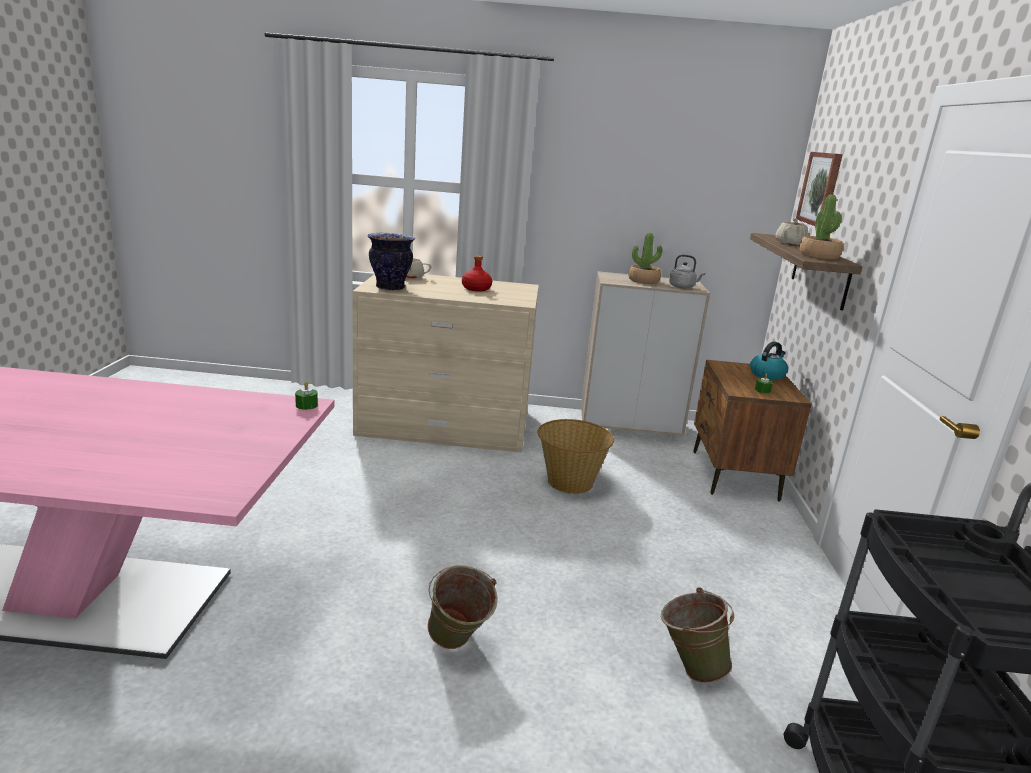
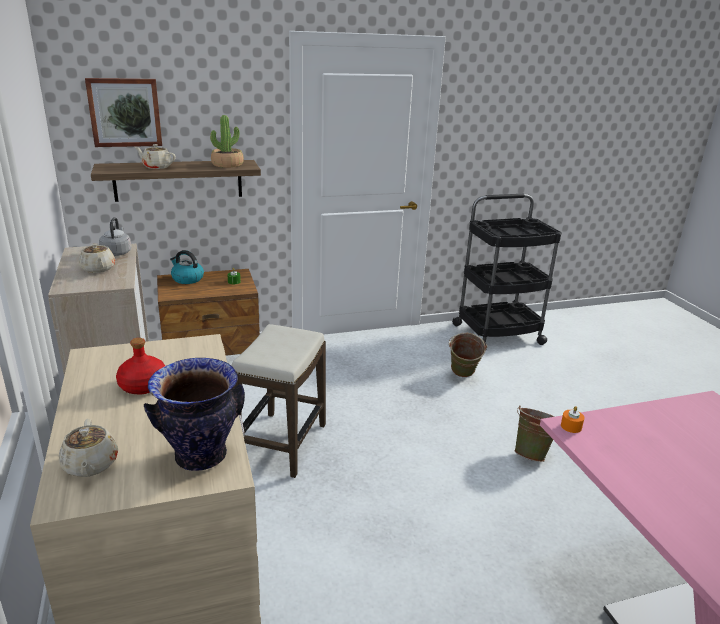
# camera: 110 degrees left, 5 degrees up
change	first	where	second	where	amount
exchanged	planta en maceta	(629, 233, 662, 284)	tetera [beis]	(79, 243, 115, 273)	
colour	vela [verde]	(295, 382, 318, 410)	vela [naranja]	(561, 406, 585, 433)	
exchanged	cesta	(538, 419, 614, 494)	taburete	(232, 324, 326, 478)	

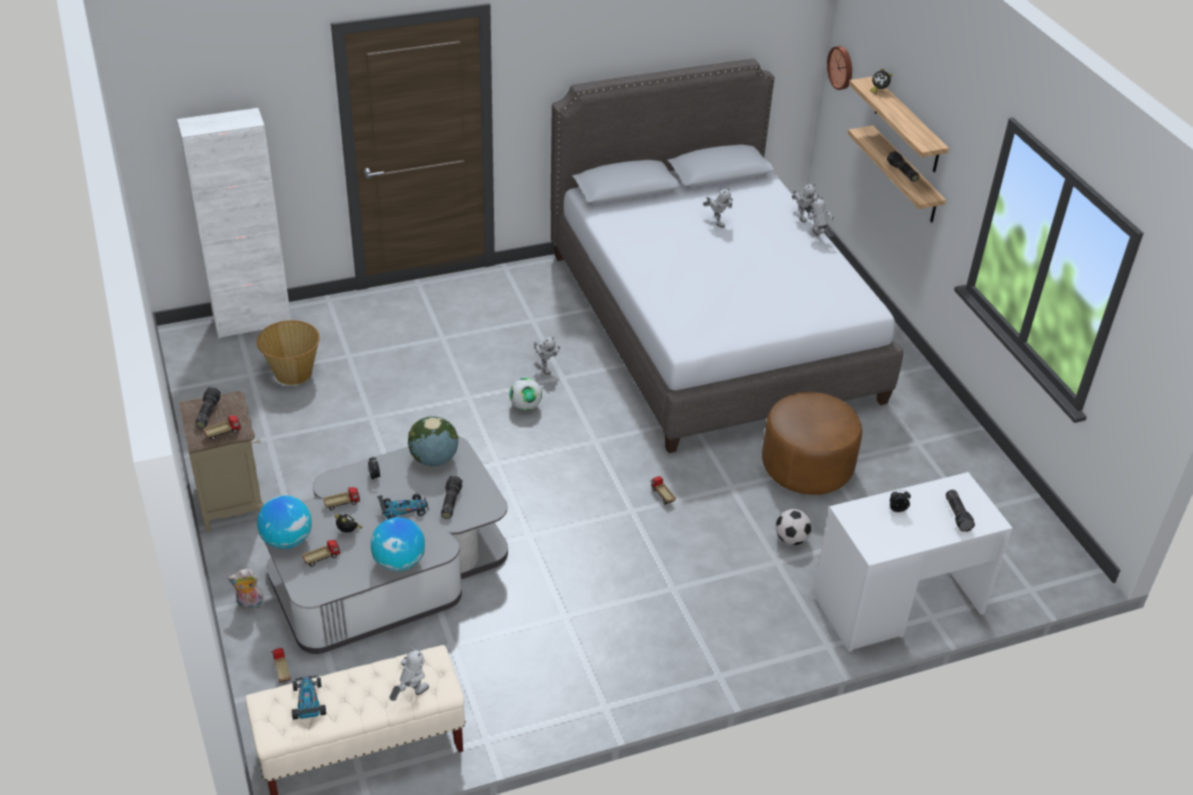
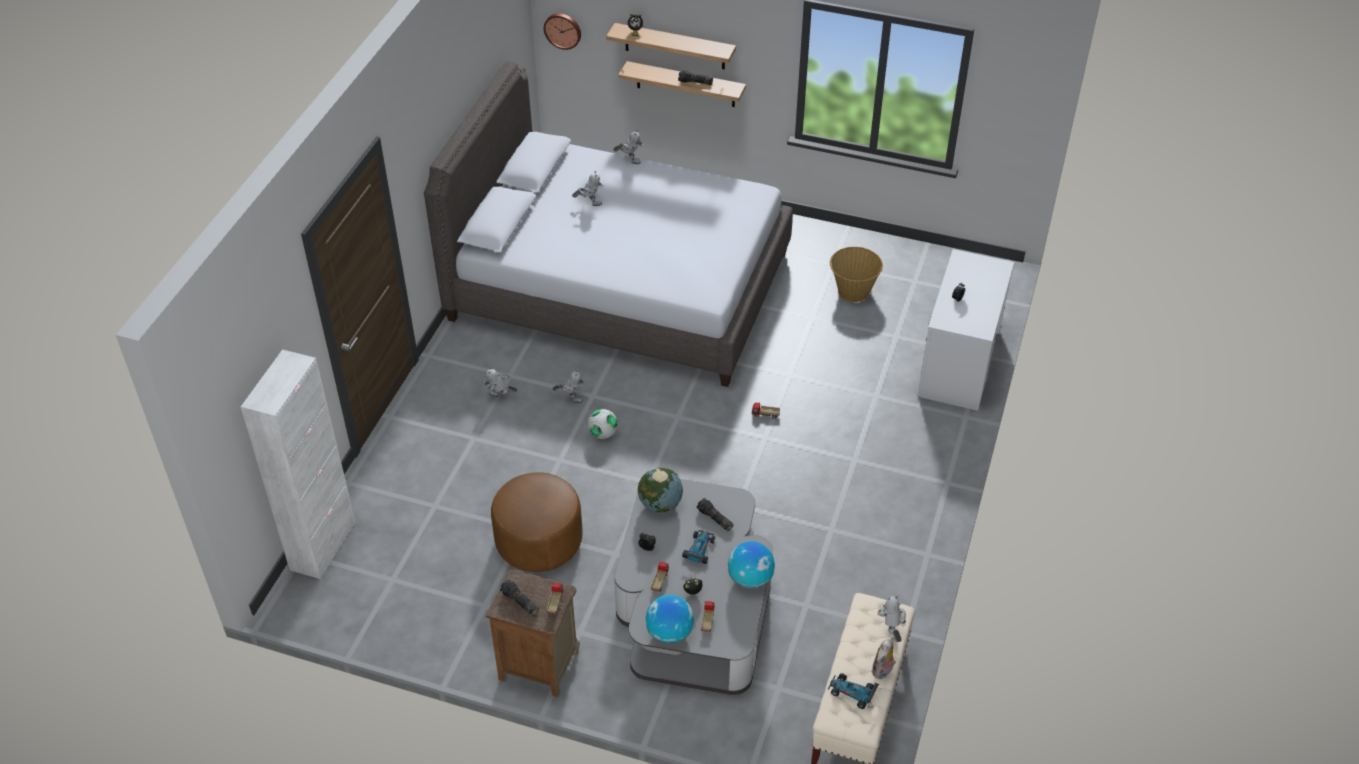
# camera: 50 degrees left, 5 degrees up
change	first	where	second	where	amount
relocated	robot de juguete	(807, 196, 835, 237)		(484, 367, 517, 397)	
relocated	cesta	(257, 320, 320, 385)		(830, 247, 883, 302)	
relocated	puf [marrón]	(762, 392, 862, 495)		(491, 472, 583, 572)	
missing	linterna	(946, 490, 975, 532)			
missing	balón de fútbol	(776, 509, 812, 545)			
relocated	peluche	(228, 569, 265, 610)		(871, 639, 896, 679)	
missing	camión de juguete	(271, 648, 291, 683)			

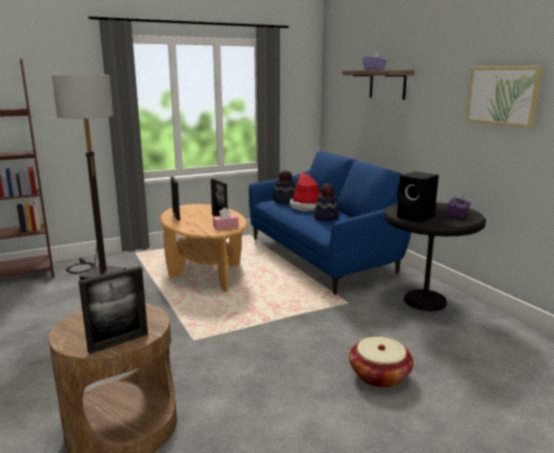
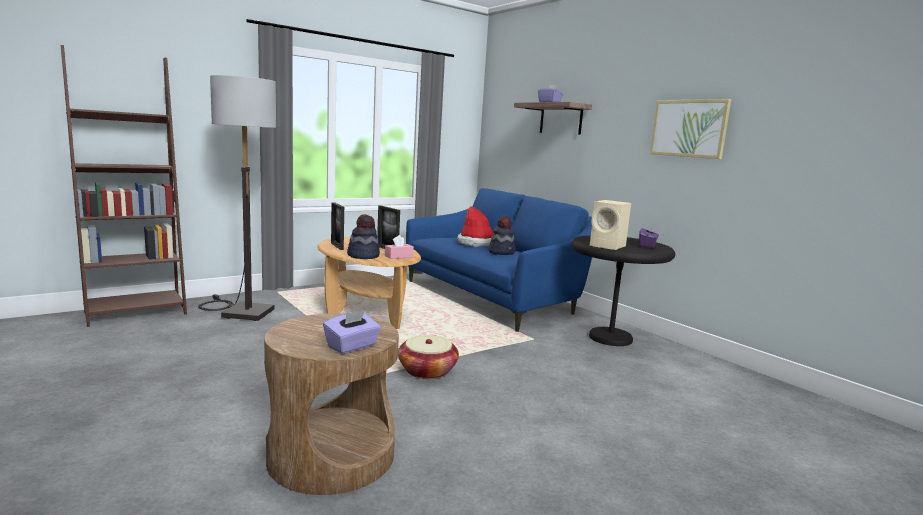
# camera: 10 degrees left, 5 degrees down
change	first	where	second	where	amount
relocated	sombrero	(273, 170, 295, 203)		(347, 214, 380, 259)	
colour	altavoz [negro]	(397, 171, 439, 222)	altavoz [beis]	(590, 200, 631, 250)	
exchanged	portarretratos	(79, 266, 148, 354)	caja de pañuelos [morado]	(323, 309, 381, 354)	
relocated	cesta	(349, 337, 413, 388)		(398, 335, 459, 379)	

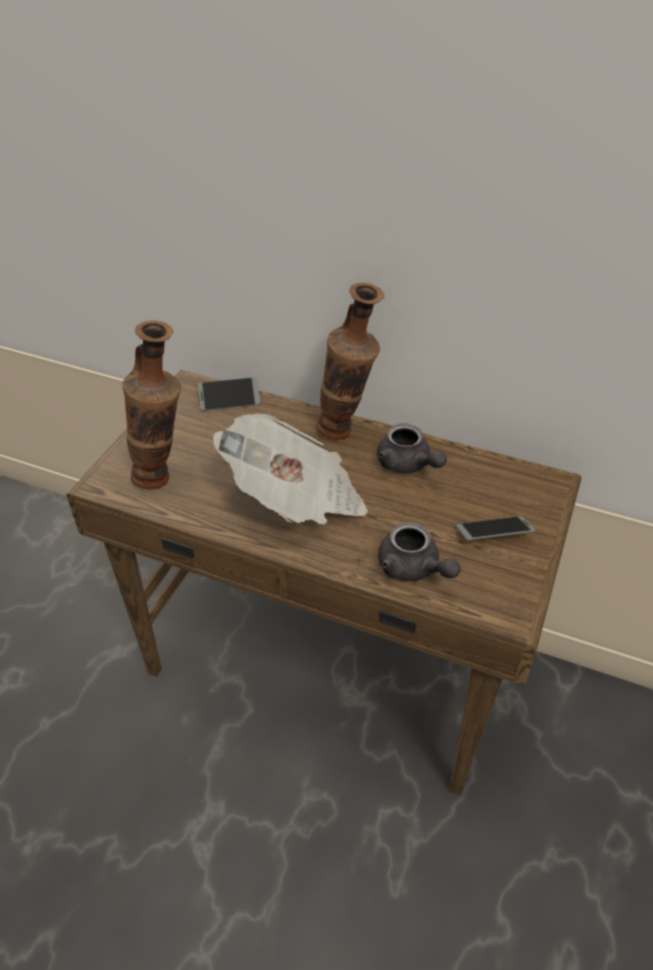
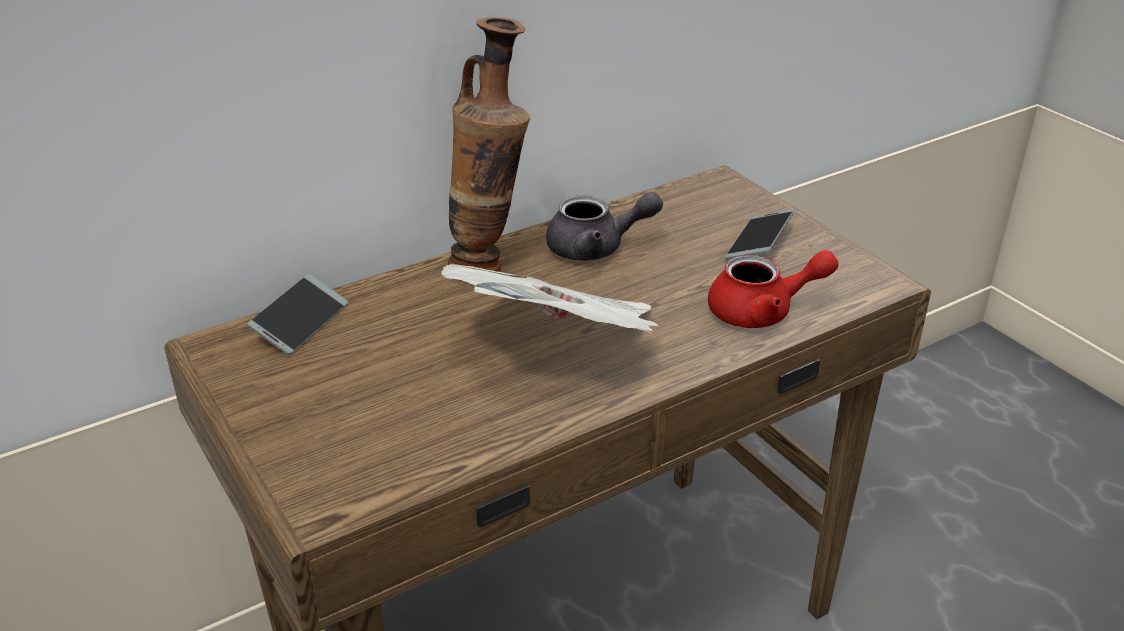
# camera: 55 degrees left, 10 degrees down
change	first	where	second	where	amount
missing	florero	(122, 321, 181, 490)			
colour	tetera [gris]	(378, 522, 461, 581)	tetera [rojo]	(708, 250, 839, 328)	

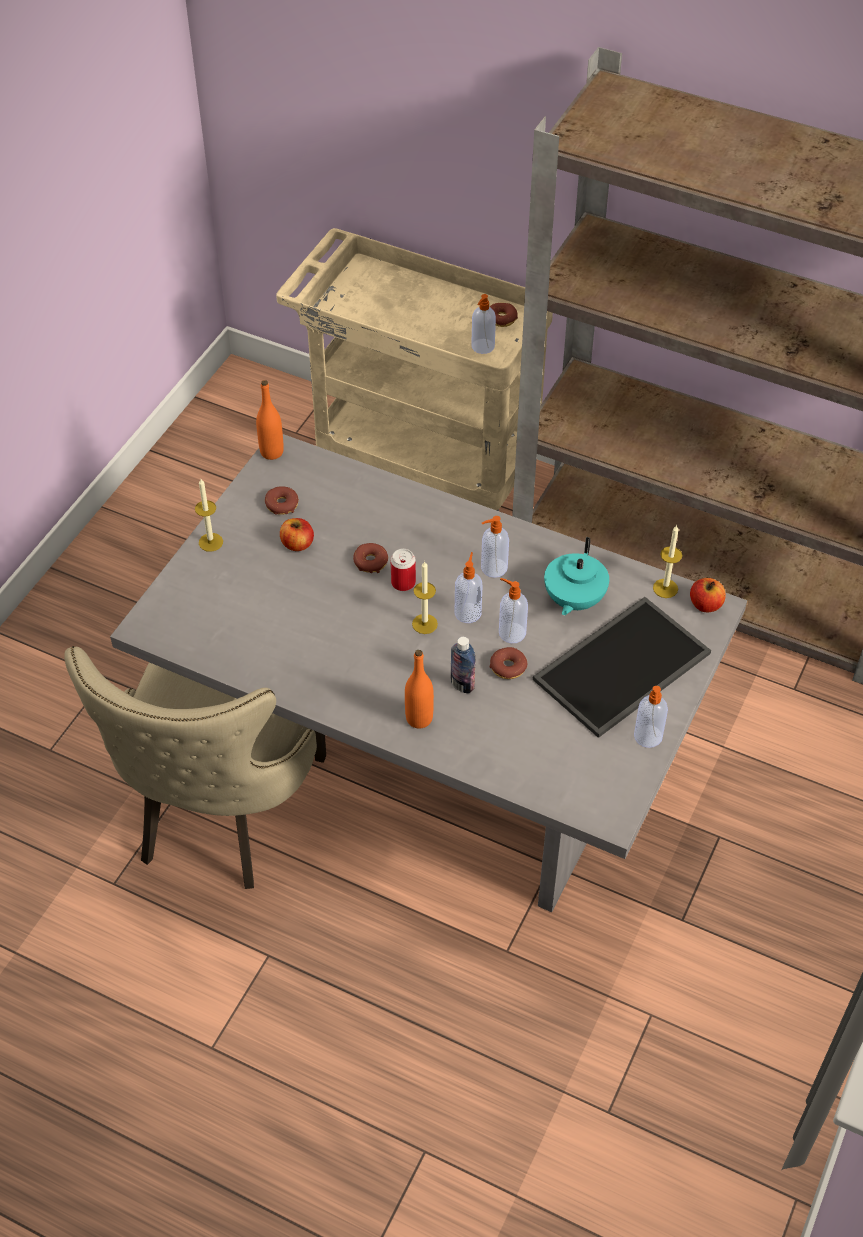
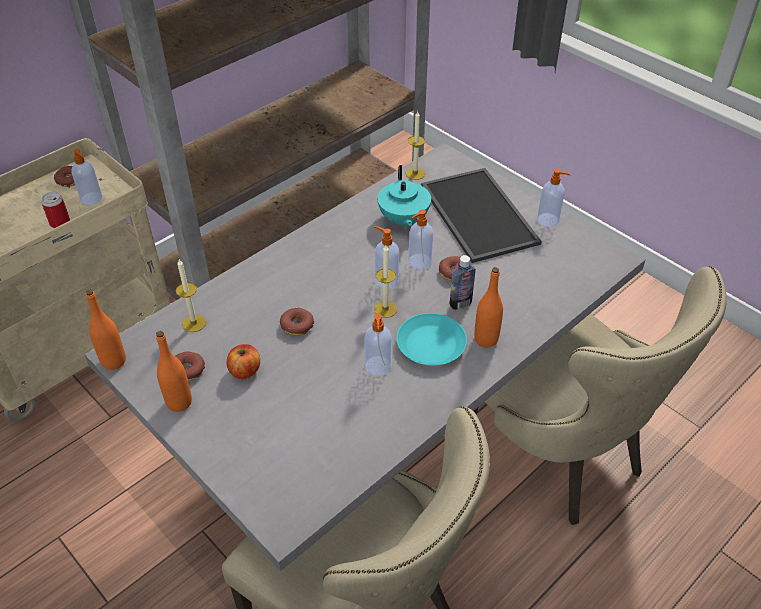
# camera: 70 degrees left, 5 degrees down
change	first	where	second	where	amount
relocated	vela	(195, 479, 223, 552)		(176, 259, 206, 332)	
relocated	dispensador de jabón	(481, 516, 509, 578)		(364, 314, 392, 376)	
spun	tetera [turquesa]	(544, 537, 609, 616)		(378, 165, 431, 229)	45 degrees clockwise
relocated	lata	(391, 549, 416, 591)		(41, 192, 70, 228)	
missing	manzana	(690, 578, 726, 612)			
appeared			silla [beis]	(474, 266, 727, 525)	
appeared			plato [turquesa]	(397, 313, 467, 366)	
appeared			botella [naranja]	(156, 331, 192, 412)	

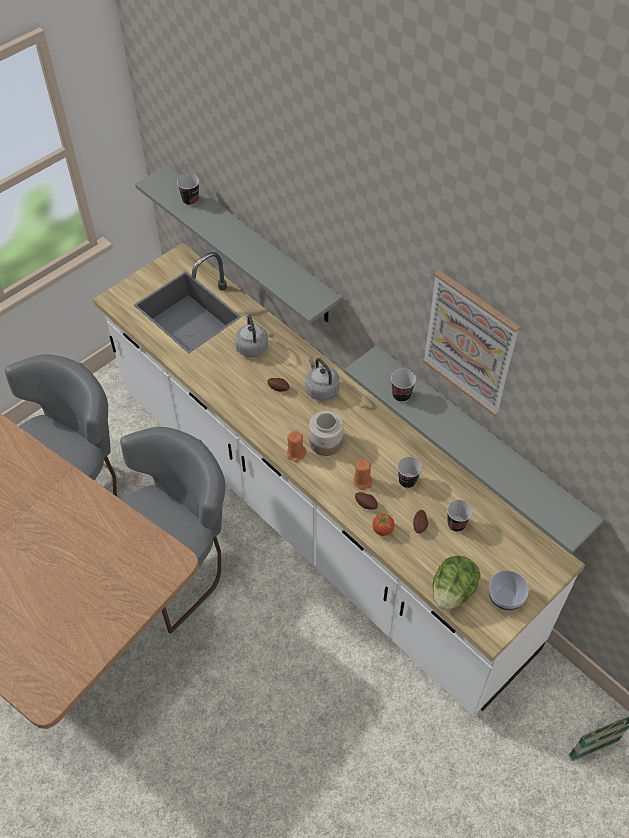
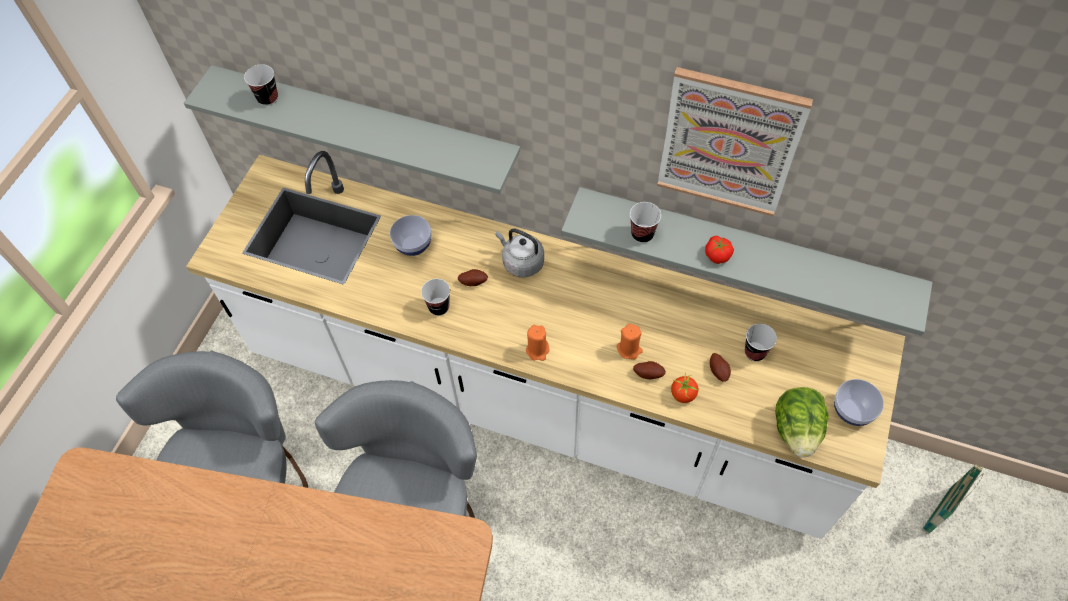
# camera: 25 degrees left, 5 degrees up
change	first	where	second	where	amount
exchanged	hervidor [gris]	(235, 314, 268, 357)	cuenco	(390, 215, 432, 256)	
missing	tarro	(309, 411, 343, 456)			
relocated	taza	(397, 456, 422, 488)		(421, 279, 450, 316)	
appeared			tomate	(705, 236, 734, 264)	

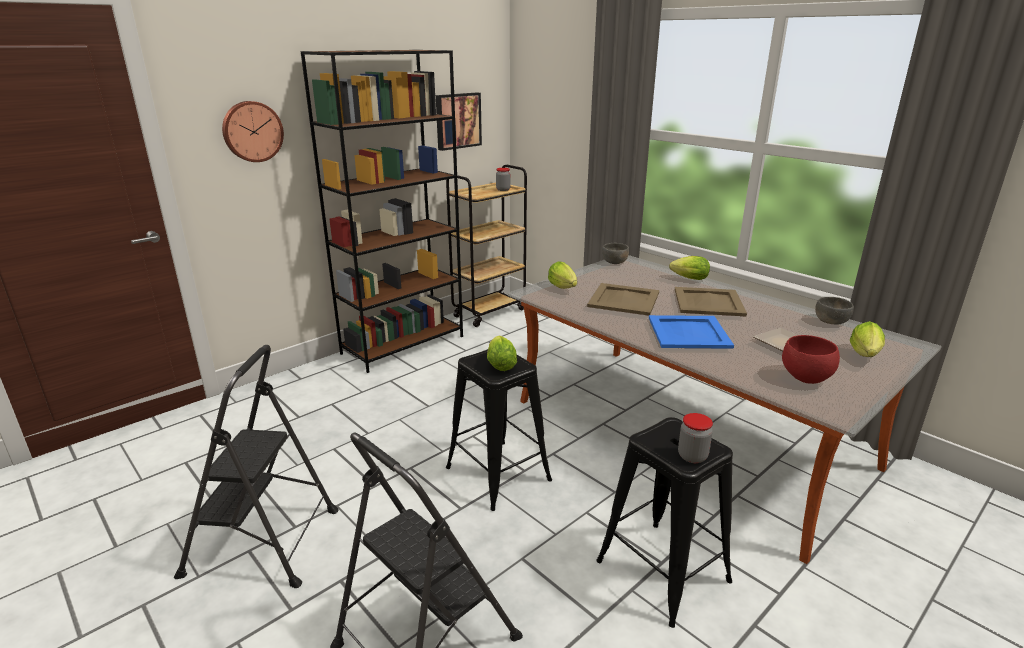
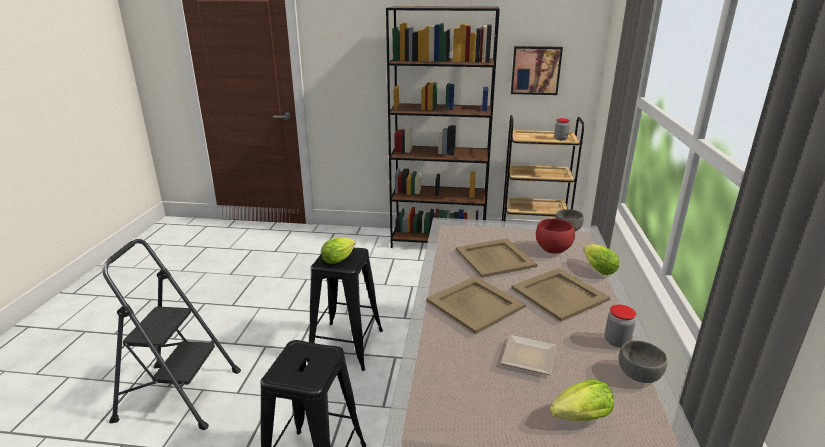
# camera: 50 degrees right, 0 degrees up
change	first	where	second	where	amount
missing	reloj de pared	(222, 101, 284, 162)			
missing	lechuga	(548, 261, 577, 289)			
colour	bandeja [azul]	(649, 315, 734, 349)	bandeja [beis]	(426, 276, 526, 334)	
relocated	cuenco [rojo]	(782, 335, 840, 384)		(536, 219, 575, 254)	
missing	escalera de tijera [negro]	(174, 345, 339, 588)			
relocated	tarro	(678, 413, 713, 463)		(605, 305, 636, 347)	

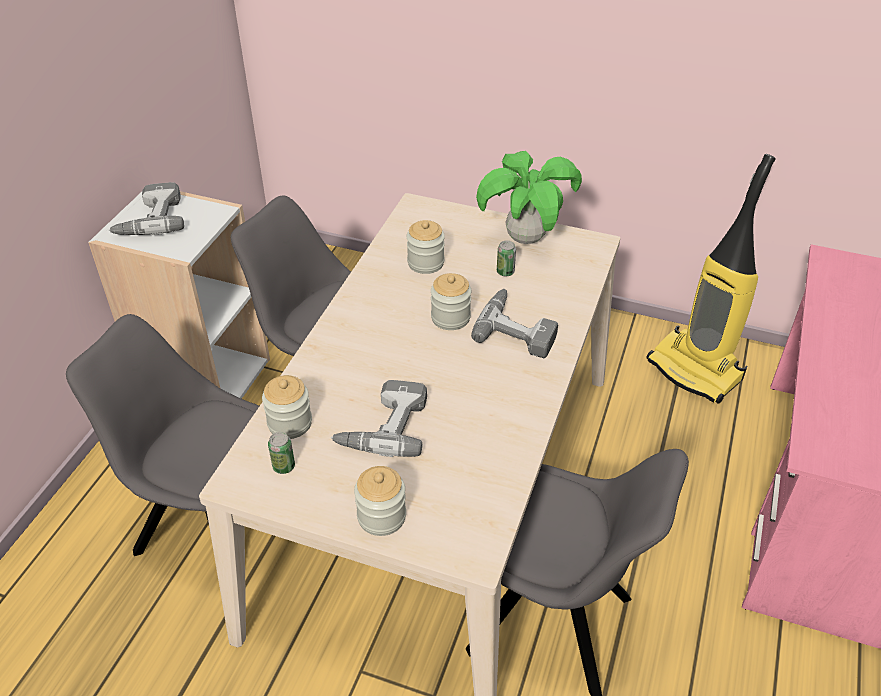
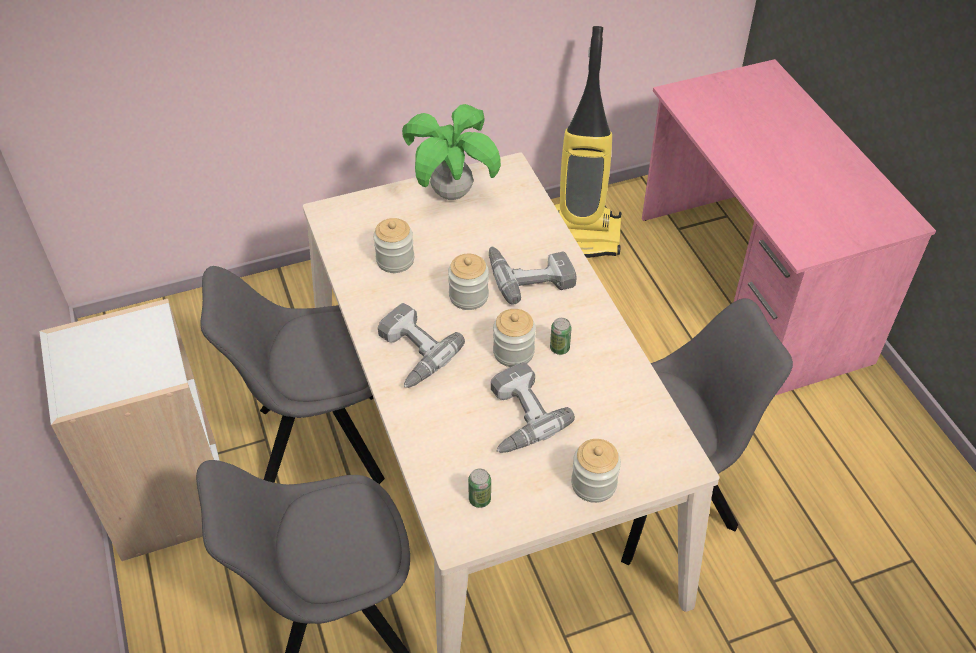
# camera: 40 degrees left, 5 degrees up
change	first	where	second	where	amount
relocated	taladro	(108, 182, 184, 235)		(378, 303, 465, 388)	
relocated	lata	(497, 240, 516, 276)		(550, 318, 572, 355)	
relocated	tarro	(262, 375, 312, 439)		(493, 309, 536, 367)	

